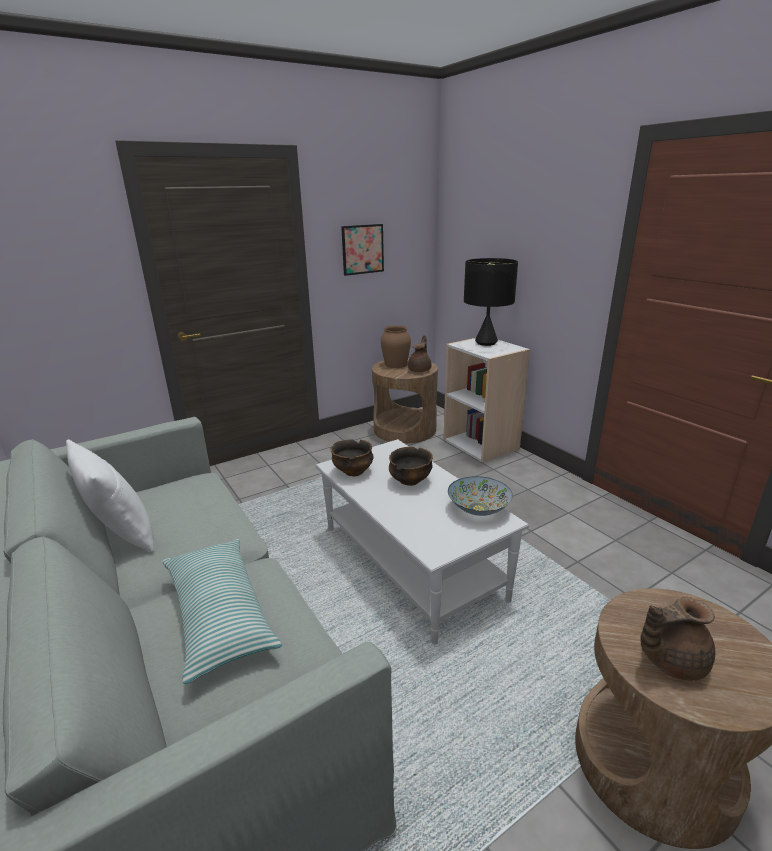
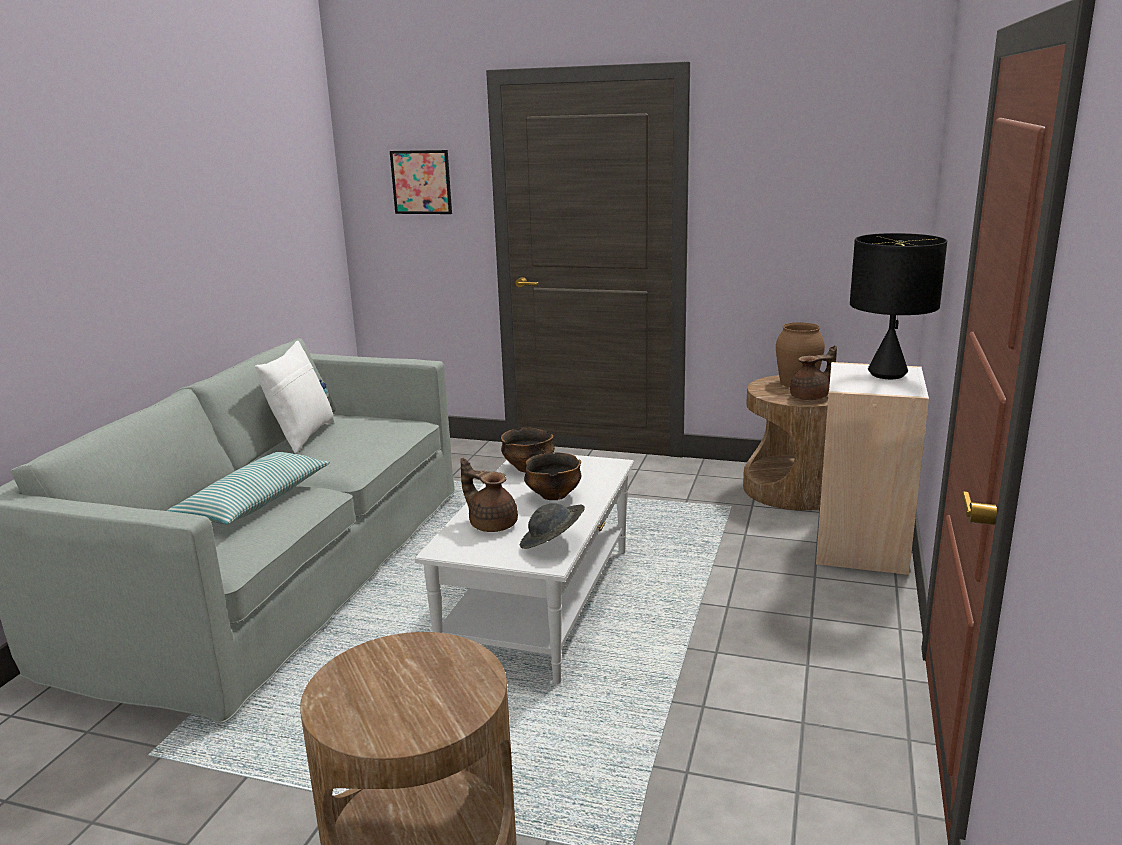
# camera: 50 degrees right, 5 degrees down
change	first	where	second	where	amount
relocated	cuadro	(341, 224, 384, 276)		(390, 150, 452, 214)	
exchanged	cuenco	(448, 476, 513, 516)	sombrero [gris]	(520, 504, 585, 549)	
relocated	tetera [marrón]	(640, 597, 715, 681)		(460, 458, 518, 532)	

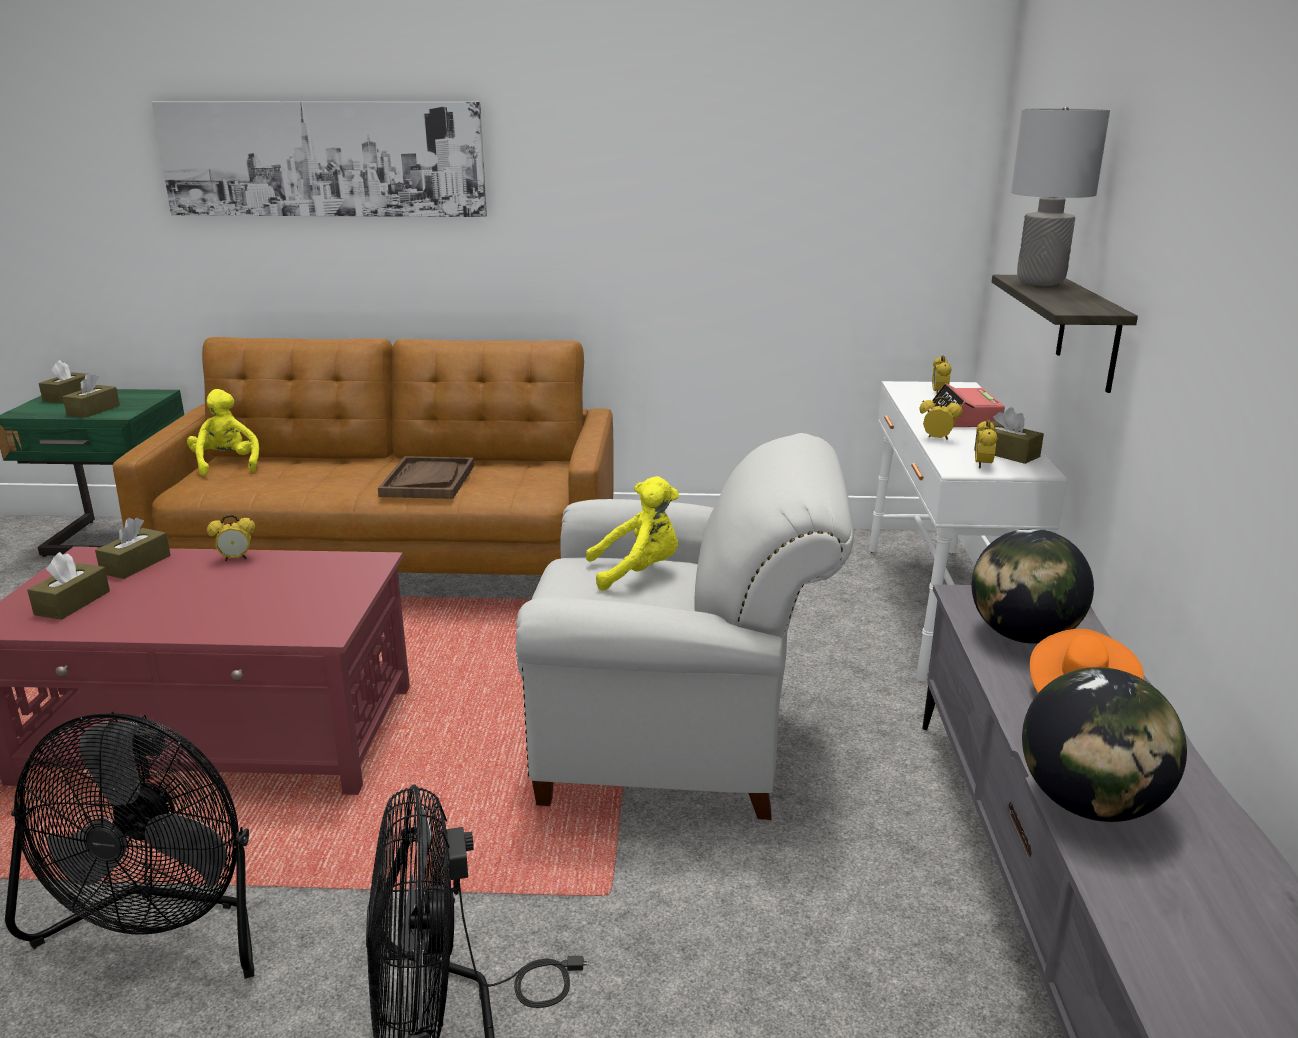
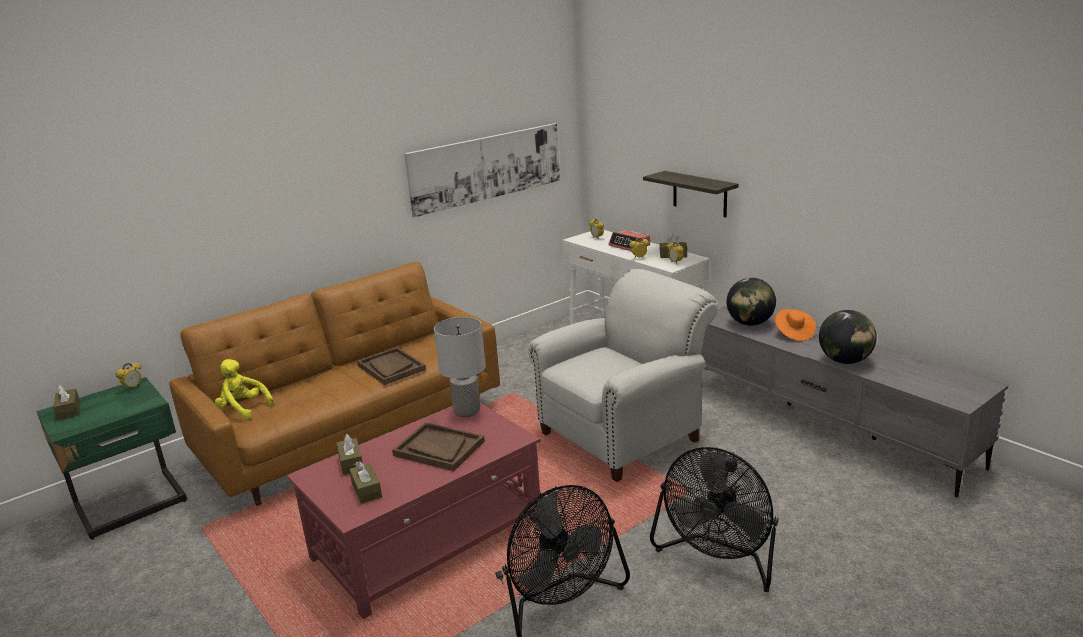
# camera: 40 degrees left, 0 degrees up
change	first	where	second	where	amount
relocated	cuadro	(152, 102, 487, 217)		(404, 123, 560, 218)	
relocated	lámpara de mesa [gris]	(1011, 107, 1110, 286)		(434, 317, 486, 417)	
missing	caja de pañuelos [marrón]	(63, 373, 120, 418)			
missing	peluche [amarillo]	(586, 476, 679, 591)			
relocated	despertador	(207, 514, 255, 561)		(115, 362, 141, 390)	
appeared			bandeja [marrón]	(392, 422, 485, 471)	

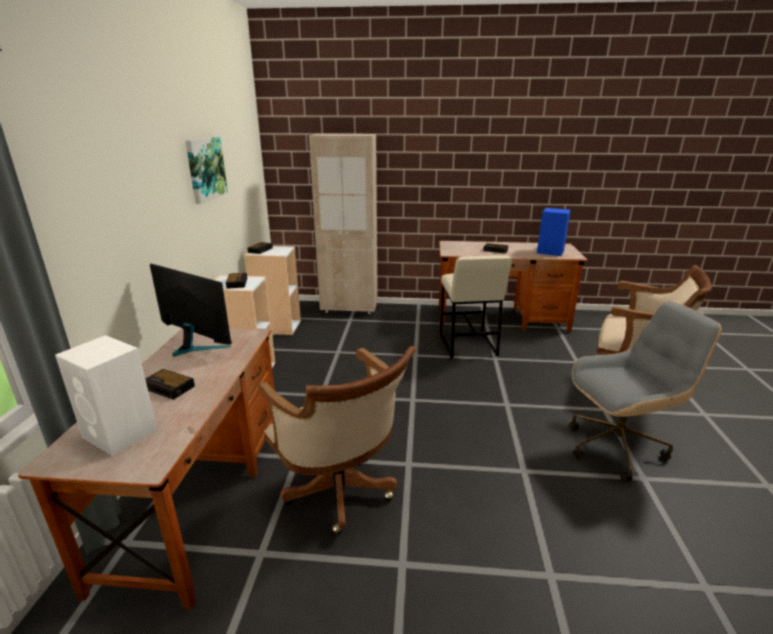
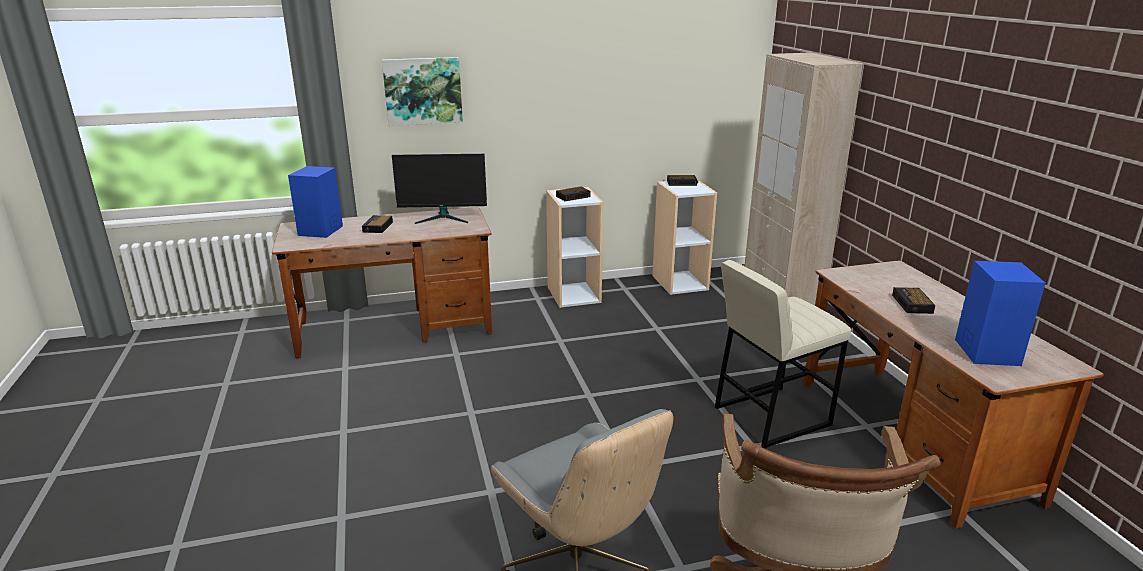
# camera: 70 degrees right, 0 degrees up
change	first	where	second	where	amount
relocated	cuadro	(185, 137, 228, 204)		(382, 57, 463, 126)	
spun	monitor	(150, 264, 232, 357)		(392, 154, 487, 224)	75 degrees clockwise
colour	altavoz [blanco]	(55, 335, 158, 456)	altavoz [azul]	(288, 166, 343, 238)	
missing	silla de oficina	(258, 346, 416, 535)			

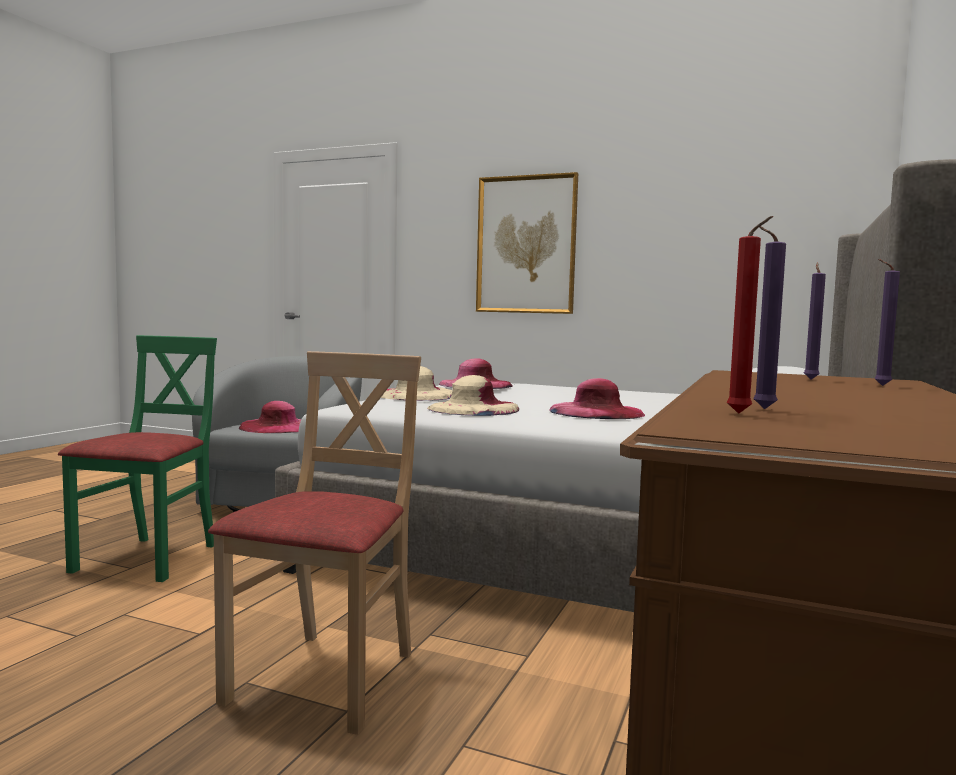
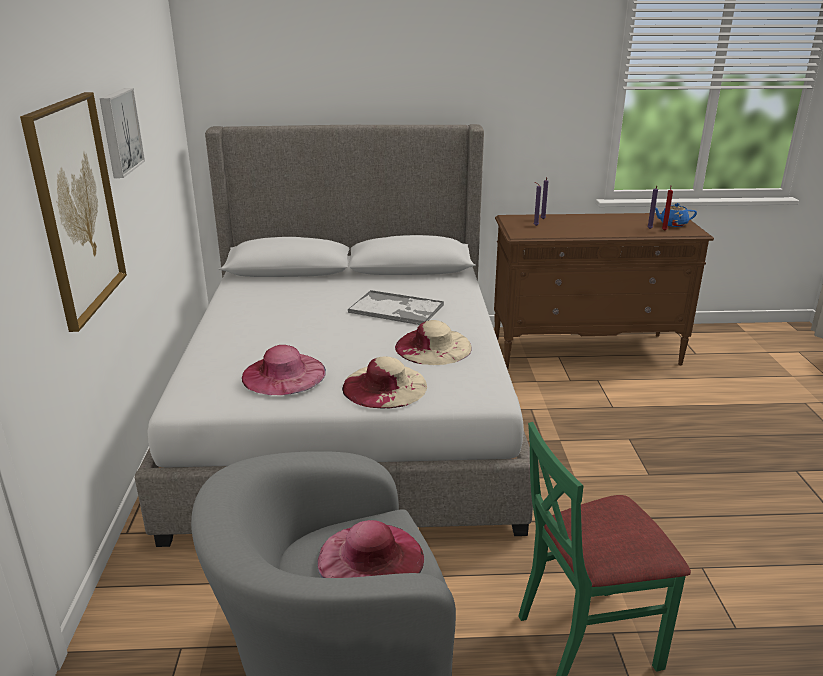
# camera: 115 degrees left, 20 degrees up
change	first	where	second	where	amount
missing	silla [beis]	(208, 351, 421, 735)			
exchanged	sombrero [rosa]	(549, 378, 645, 419)	bandeja	(348, 290, 444, 325)	
appeared			cuadro	(100, 88, 145, 178)	
appeared			tetera [azul]	(655, 203, 697, 227)	

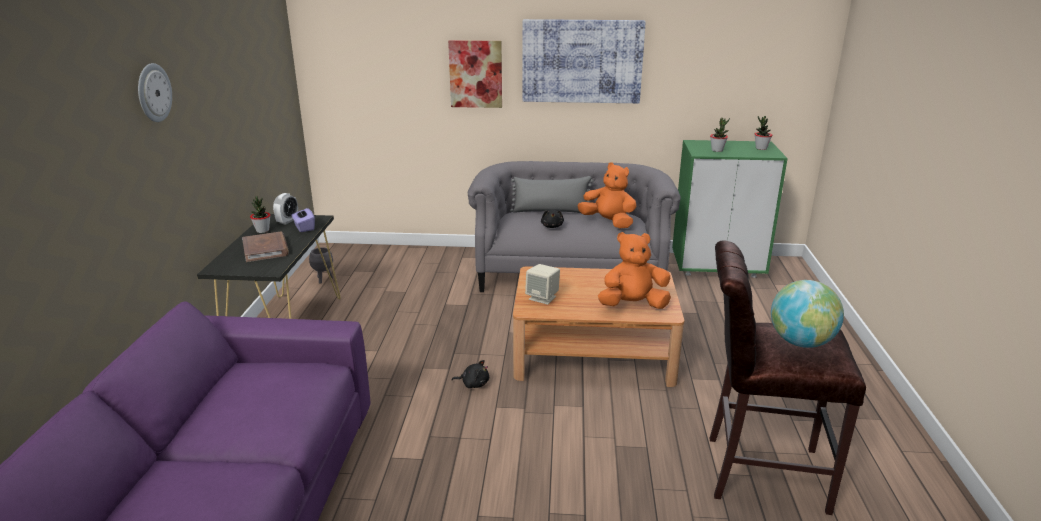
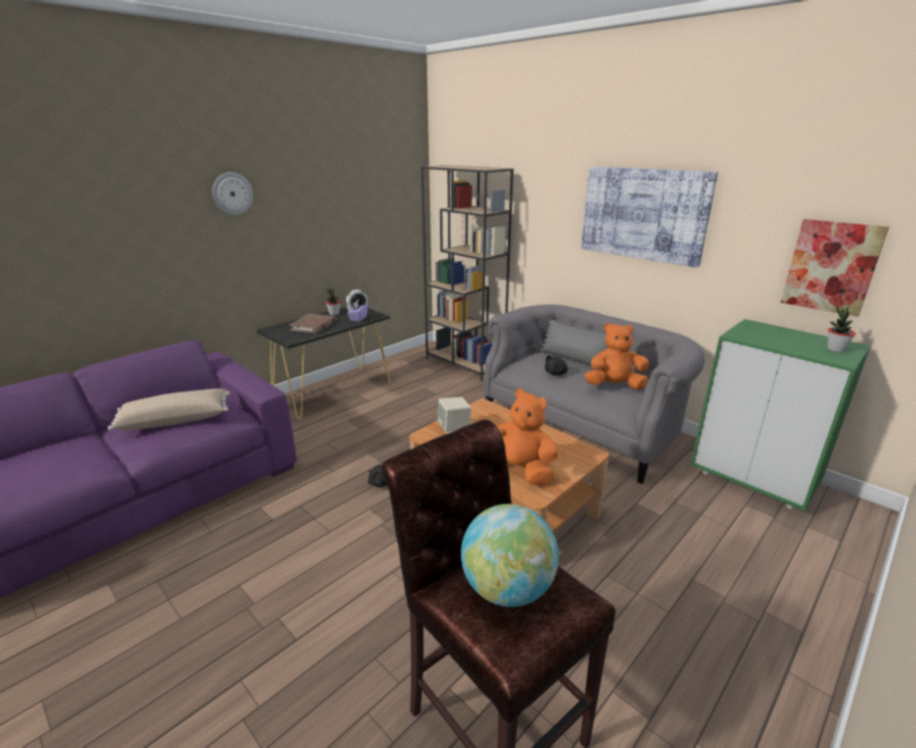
# camera: 40 degrees right, 0 degrees up
change	first	where	second	where	amount
relocated	cuadro	(448, 40, 502, 108)		(781, 219, 889, 317)	
missing	planta en maceta	(710, 118, 730, 152)			
spun	peluche [naranja]	(577, 162, 636, 228)		(585, 323, 649, 390)	75 degrees counterclockwise
missing	maceta [gris]	(309, 247, 333, 284)			
appeared			estantería	(421, 165, 514, 381)	
appeared			cojín [beis]	(108, 389, 230, 431)	

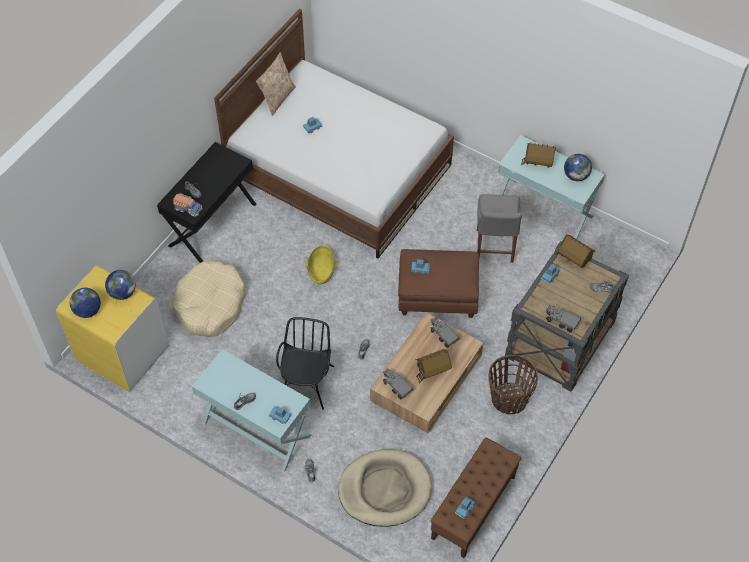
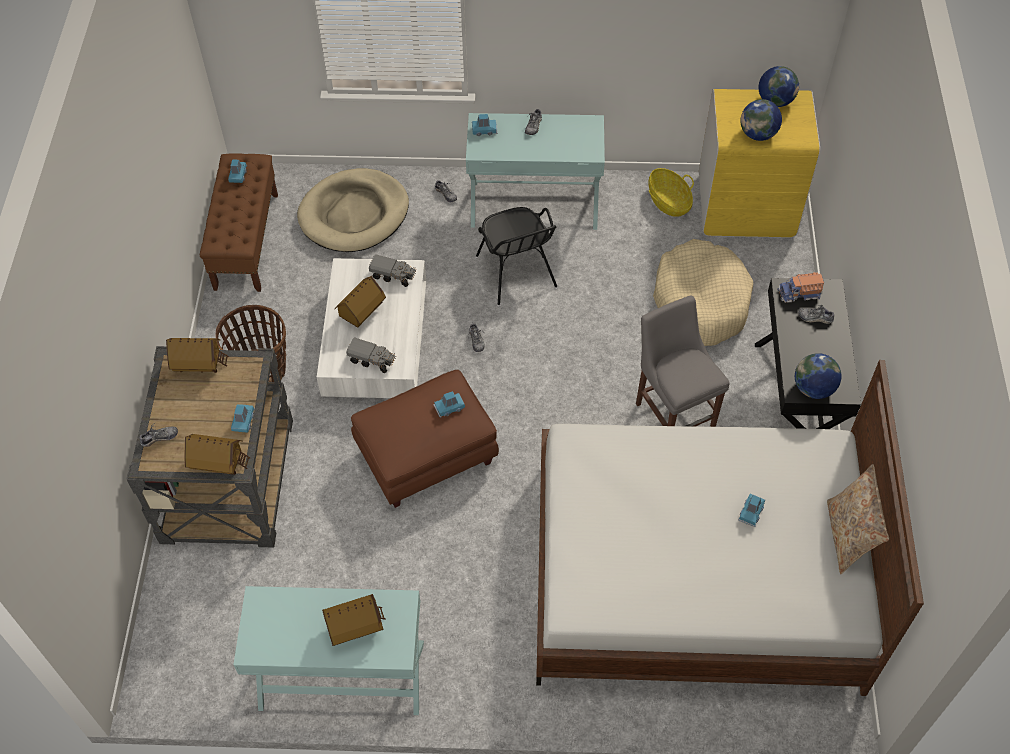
# camera: 150 degrees right, 0 degrees up
change	first	where	second	where	amount
relocated	globo terráqueo	(564, 154, 592, 181)		(795, 353, 841, 399)	
relocated	silla [gris]	(477, 194, 522, 263)		(636, 296, 730, 427)	
relocated	cesta	(303, 245, 339, 284)		(649, 168, 694, 217)	
exchanged	camión de juguete	(545, 306, 581, 332)	casita	(166, 338, 229, 373)	
colour	mesa de centro [marrón]	(370, 313, 483, 433)	mesa de centro [blanco]	(317, 258, 426, 398)	

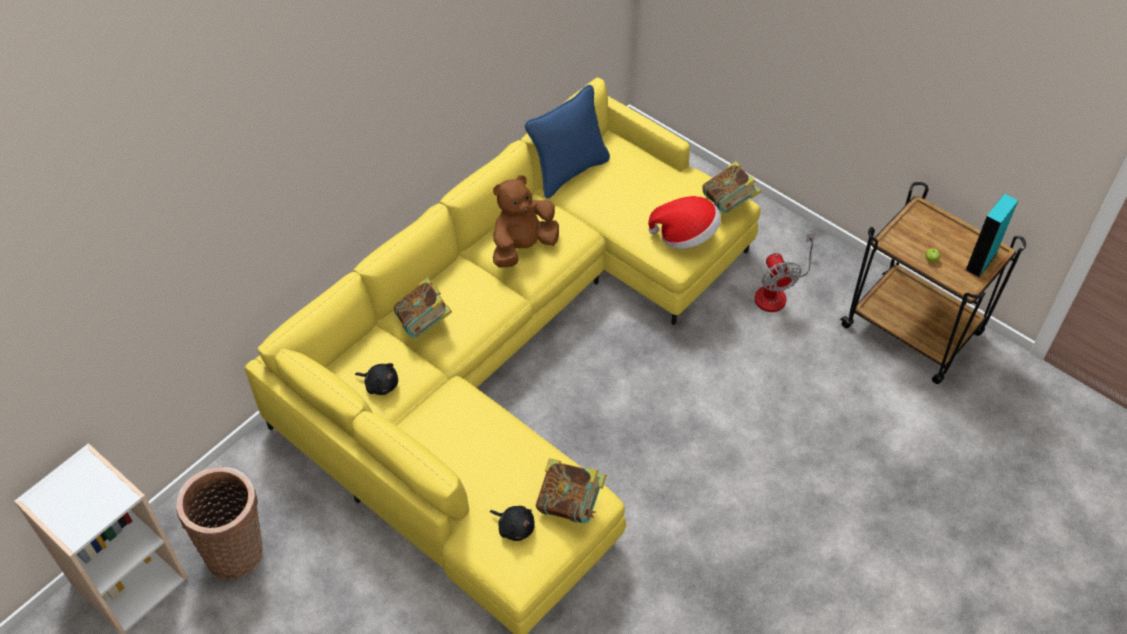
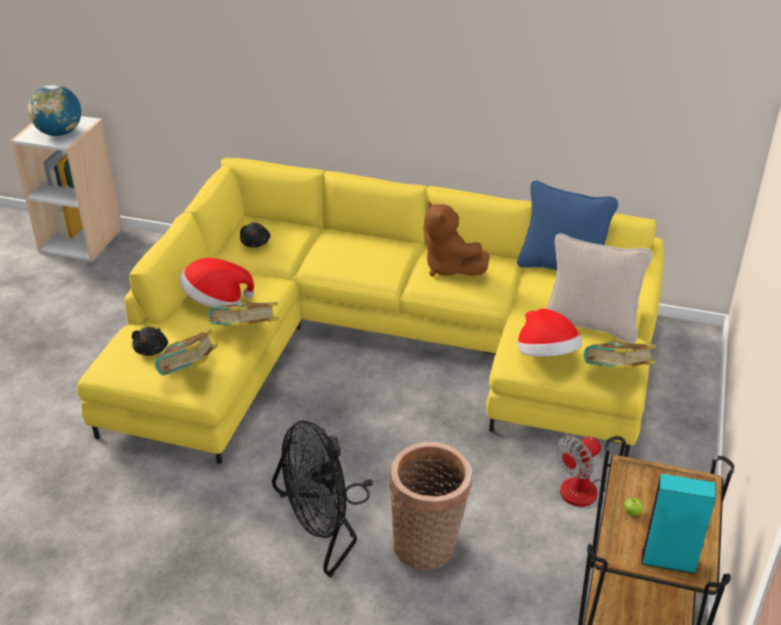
# camera: 65 degrees right, 15 degrees down
change	first	where	second	where	amount
spun	peluche [marrón]	(493, 175, 559, 268)		(424, 200, 490, 276)	150 degrees counterclockwise
relocated	libro	(394, 277, 452, 338)		(208, 301, 279, 327)	
relocated	cesta	(176, 467, 264, 579)		(389, 442, 473, 571)	
appeared			globo terráqueo	(28, 85, 81, 136)	
appeared			cojín [beis]	(547, 234, 653, 343)	
appeared			sombrero	(179, 258, 254, 307)	
appeared			ventilador [negro]	(272, 421, 375, 578)	

